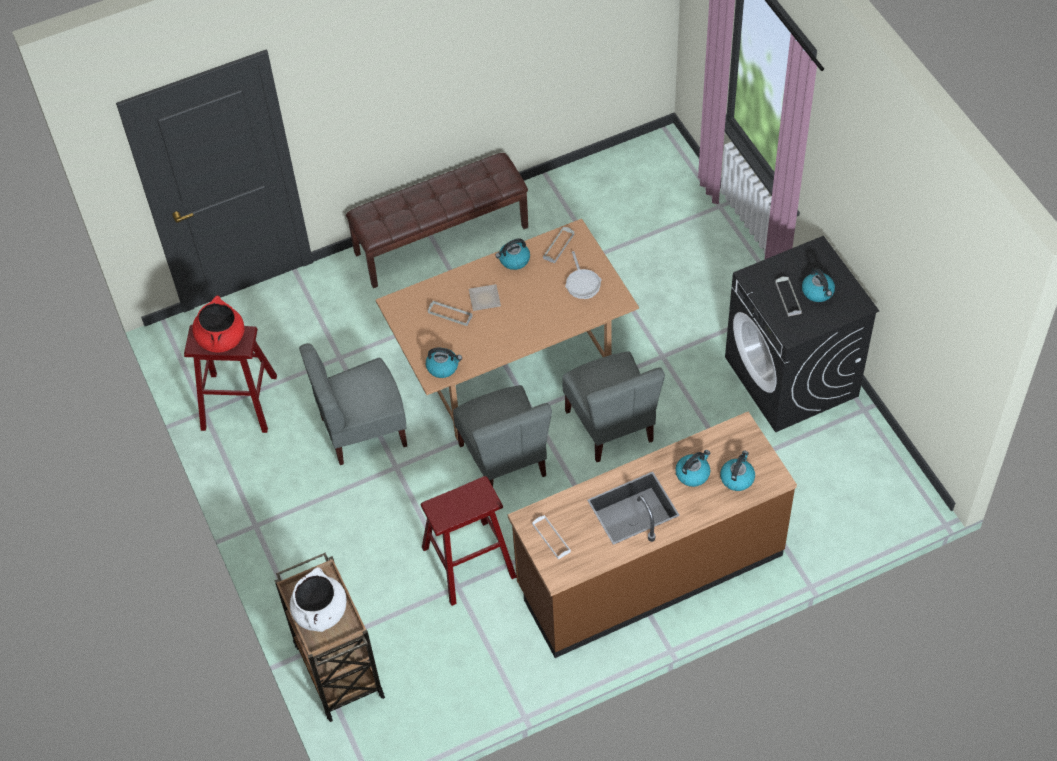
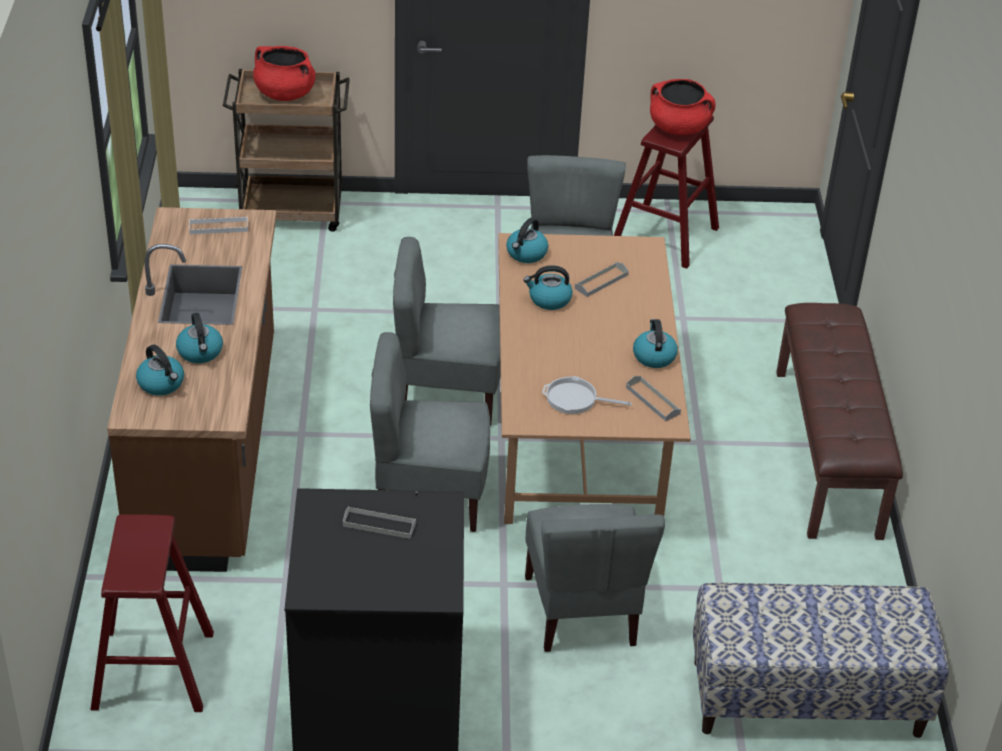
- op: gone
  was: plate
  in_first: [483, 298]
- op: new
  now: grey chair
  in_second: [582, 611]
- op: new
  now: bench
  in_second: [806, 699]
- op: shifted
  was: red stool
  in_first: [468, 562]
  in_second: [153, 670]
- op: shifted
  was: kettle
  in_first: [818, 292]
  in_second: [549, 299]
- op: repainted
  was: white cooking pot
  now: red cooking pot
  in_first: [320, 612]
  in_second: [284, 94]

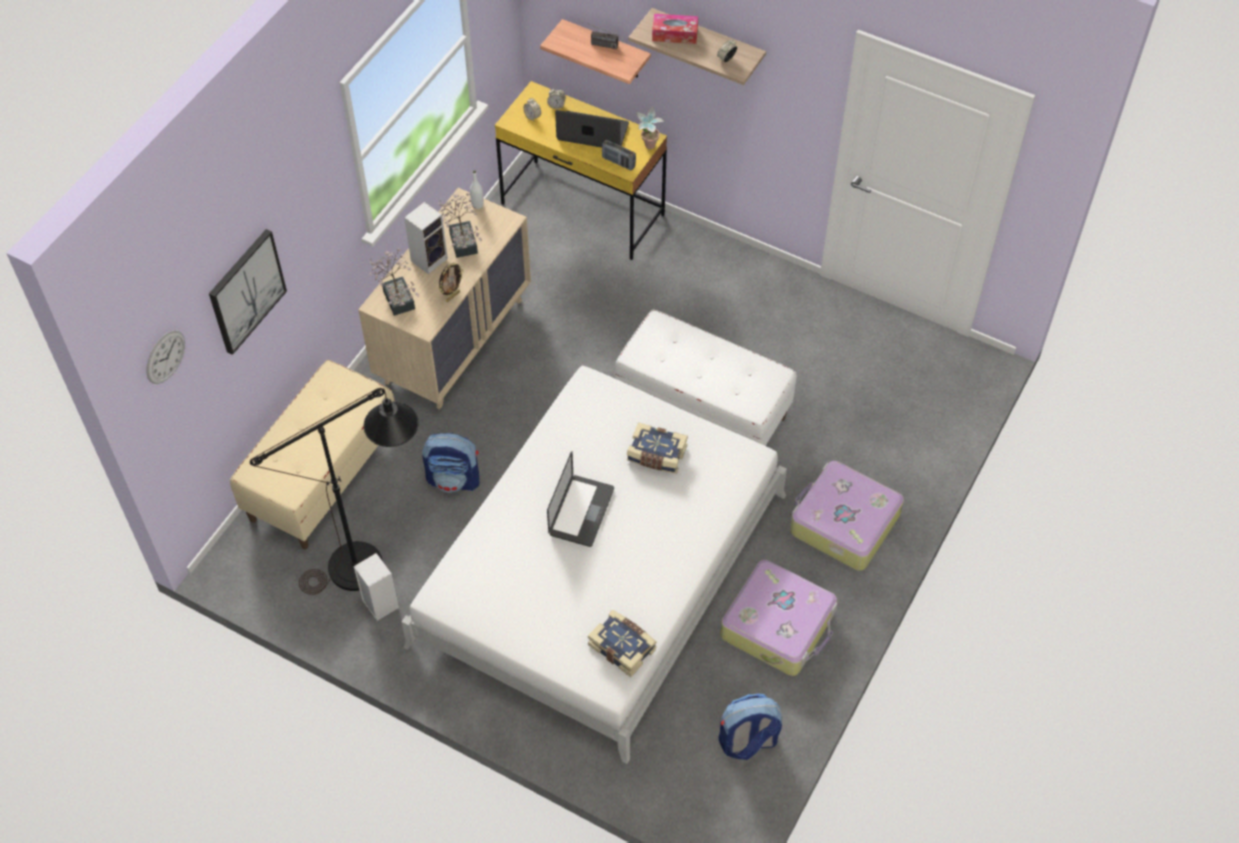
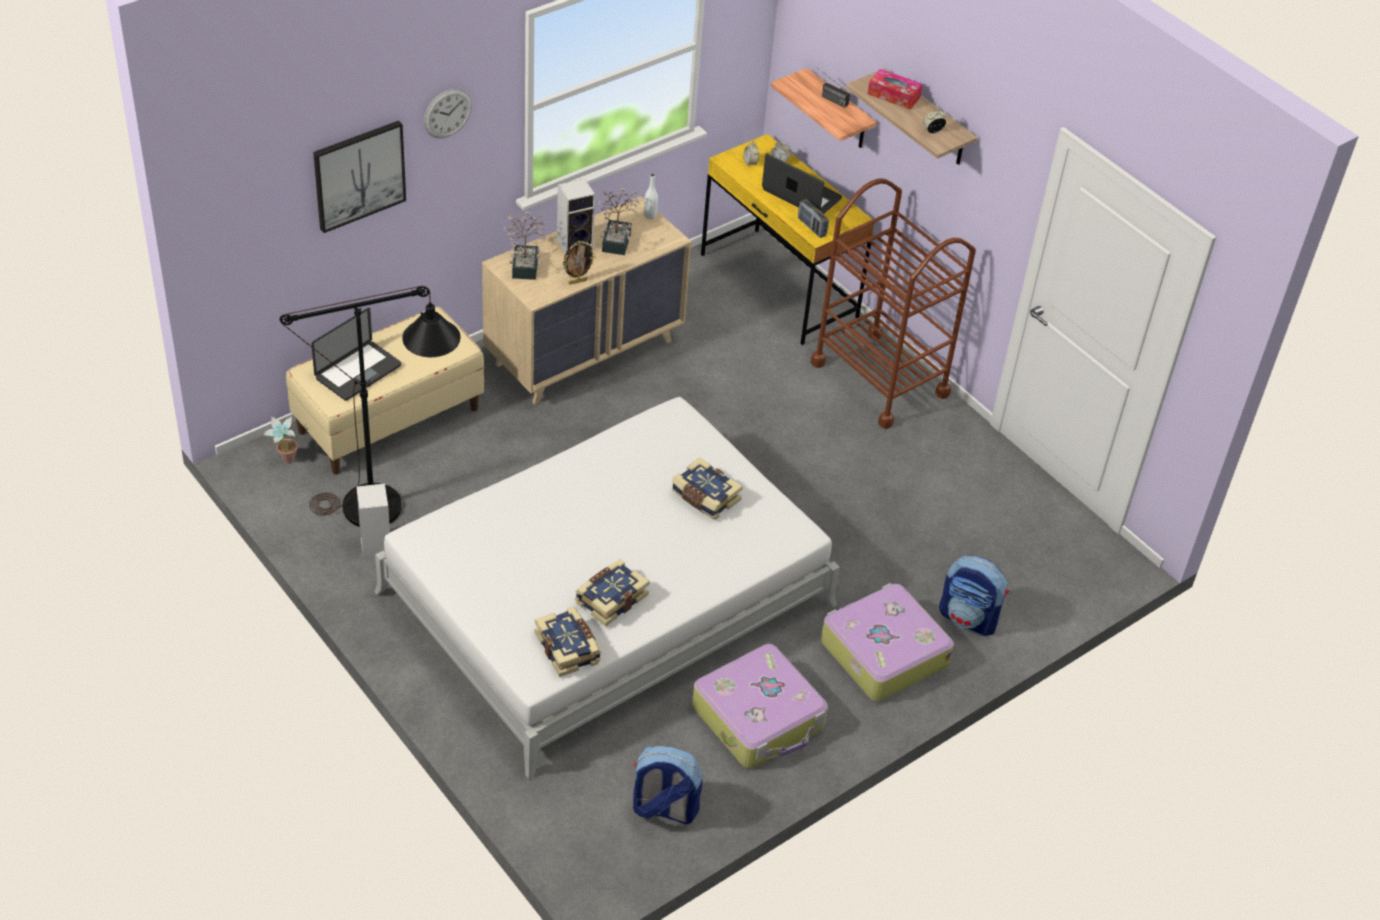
- op: gone
  was: white bench
  in_first: [702, 411]
- op: new
  now: book
  in_second: [610, 598]
- op: new
  now: brown cart
  in_second: [880, 378]
- op: shifted
  was: wall clock
  in_first: [165, 357]
  in_second: [447, 113]
- op: shifted
  was: backpack
  in_first: [454, 479]
  in_second: [969, 618]
- op: shifted
  was: laptop
  in_first: [581, 511]
  in_second: [358, 372]
- op: shifted
  was: potted plant
  in_first: [648, 148]
  in_second: [284, 461]

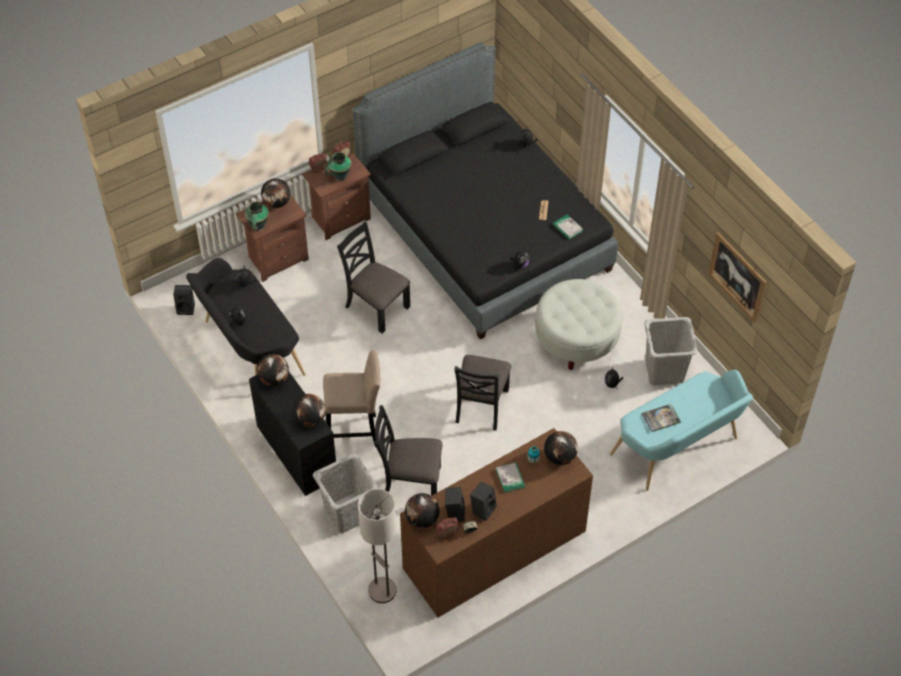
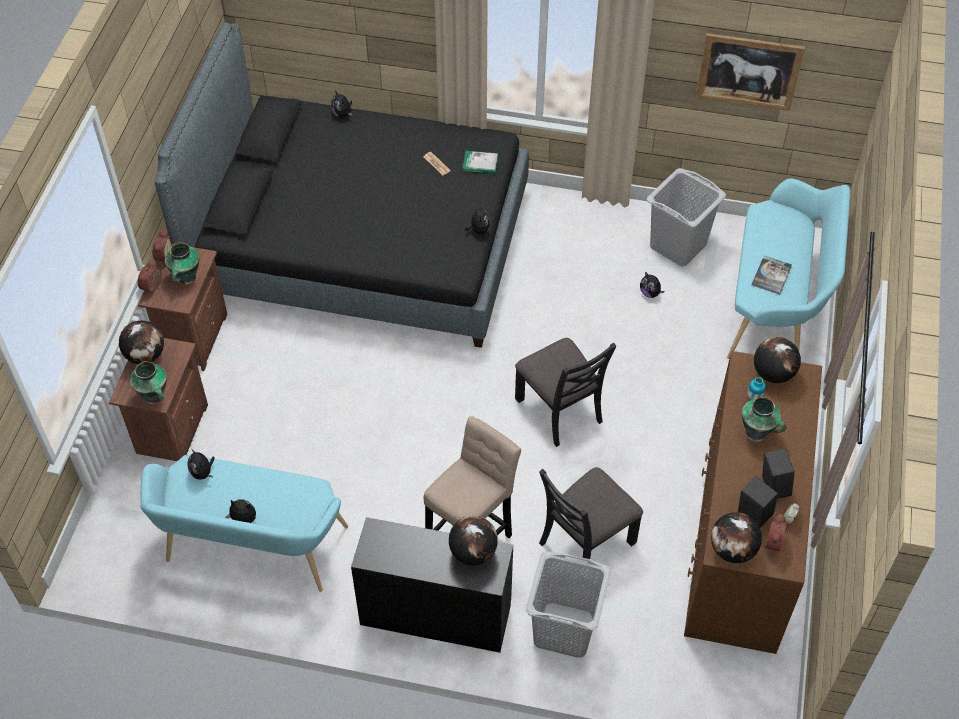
- op: gone
  was: black speaker
  in_first: [186, 308]
- op: gone
  was: globe
  in_first: [274, 379]
- op: gone
  was: black chair
  in_first: [376, 307]
- op: gone
  was: floor lamp
  in_first: [382, 590]
- op: gone
  was: white ottoman
  in_first: [576, 339]
- op: swapped
  was: book
  now: vase
  in_first: [510, 478]
  in_second: [757, 433]
- op: repainted
  was: black bench
  now: turquoise bench
  in_first: [248, 349]
  in_second: [252, 550]

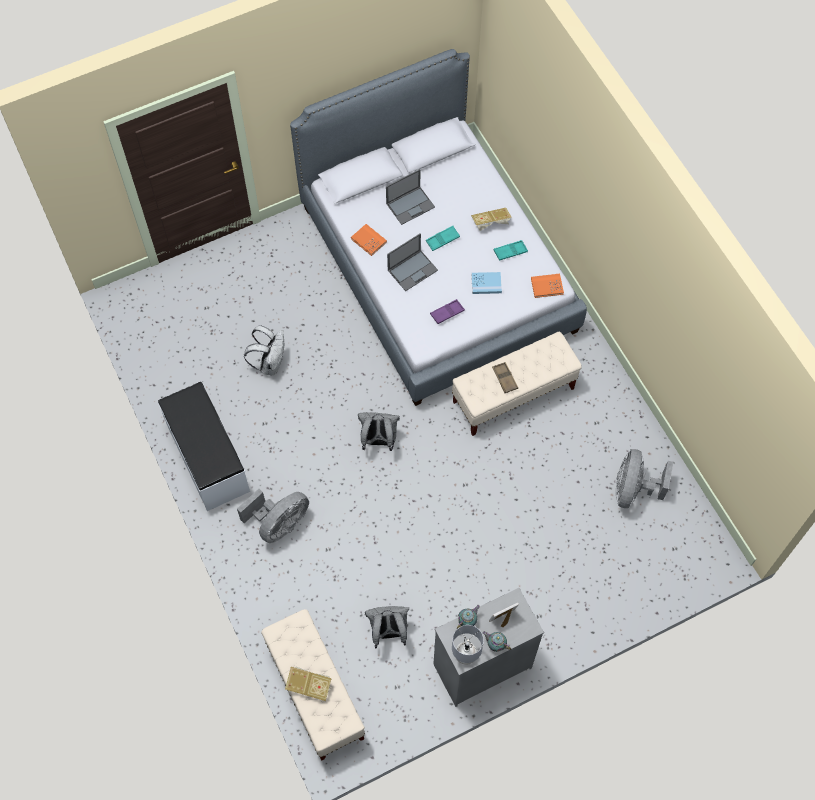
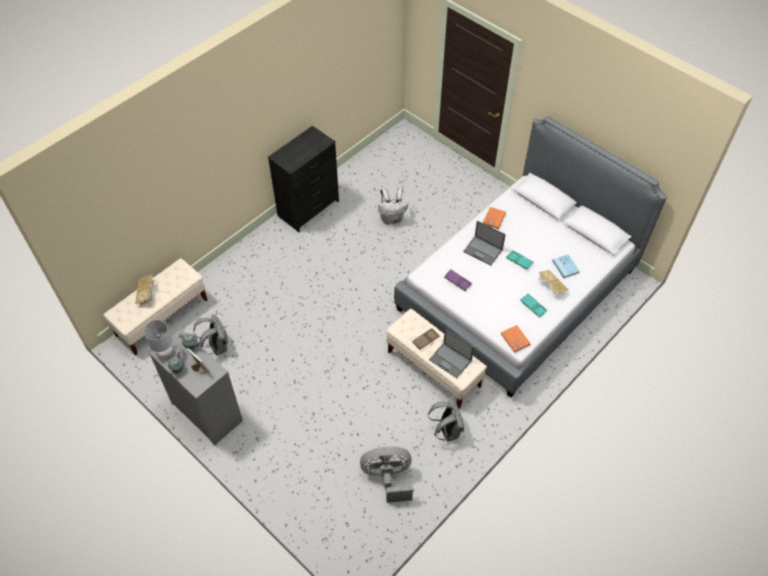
- op: gone
  was: grey fan
  in_first: [279, 524]
- op: shifted
  was: grey backpack
  in_first: [378, 440]
  in_second: [447, 430]
- op: shifted
  was: laptop
  in_first: [410, 205]
  in_second: [450, 360]
- op: shifted
  was: blue book
  in_first: [486, 284]
  in_second: [565, 267]
- op: swapped
  was: white bench
  now: black dresser
  in_first: [207, 458]
  in_second: [308, 209]

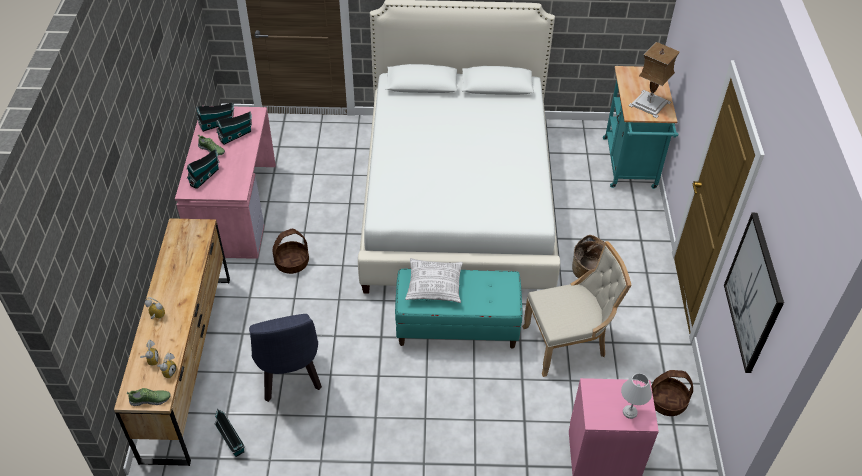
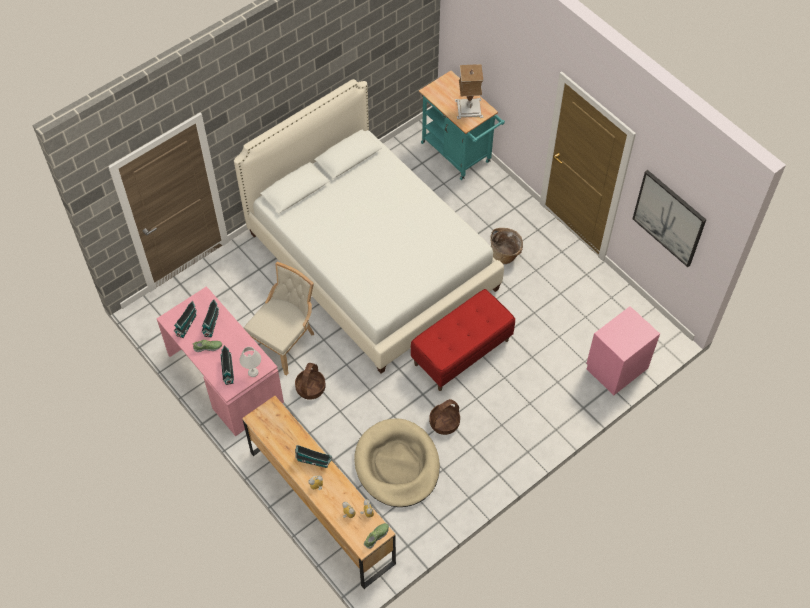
- op: gone
  was: pillow
  in_first: [434, 286]
- op: shifted
  was: toy house
  in_first: [232, 442]
  in_second: [314, 461]
- op: shifted
  was: beige chair
  in_first: [568, 343]
  in_second: [285, 341]
- op: shifted
  was: white table lamp
  in_first: [630, 412]
  in_second: [253, 372]
- op: shifted
  was: basket
  in_first: [667, 401]
  in_second: [444, 422]
- op: swapped
  was: blue chair
  now: beige dog bed
  in_first: [290, 380]
  in_second: [397, 465]
- op: repainted
  was: turquoise bench
  now: red bench
  in_first: [457, 326]
  in_second: [461, 351]

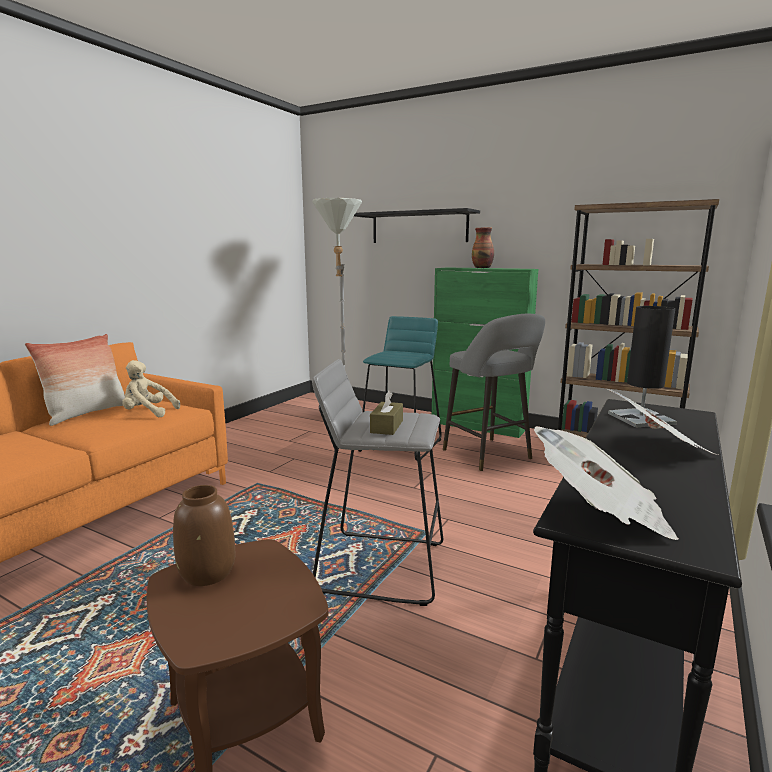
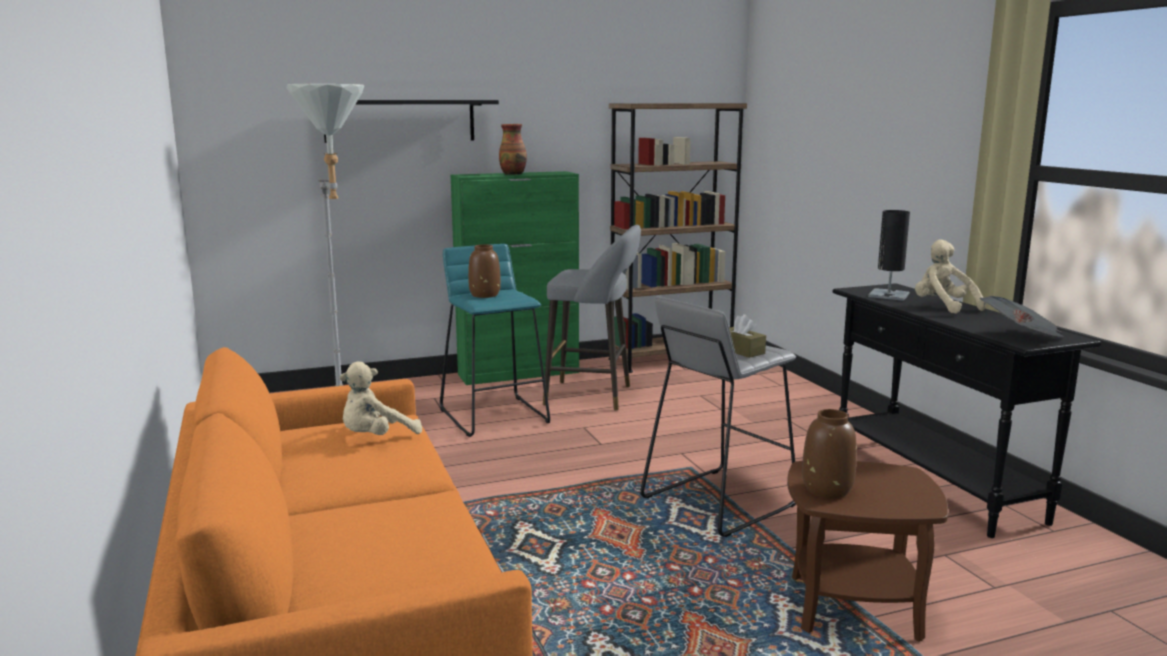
- op: gone
  was: pillow
  in_first: [87, 413]
- op: new
  now: brown vase
  in_second: [484, 295]
- op: swapped
  was: newspaper
  now: beige plush toy
  in_first: [656, 447]
  in_second: [943, 307]

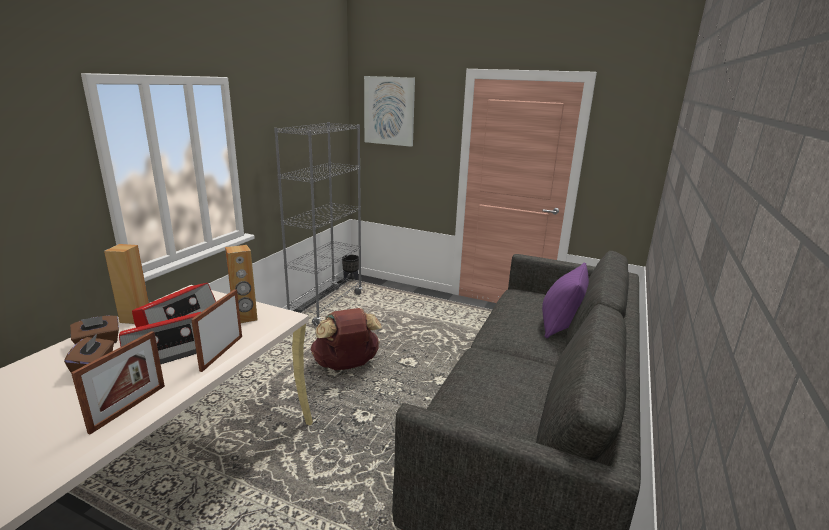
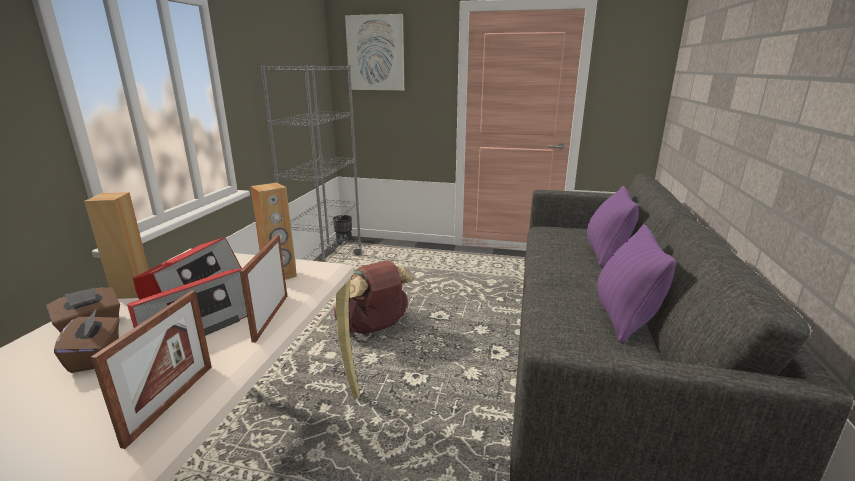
- op: new
  now: purple pillow
  in_second: [624, 318]

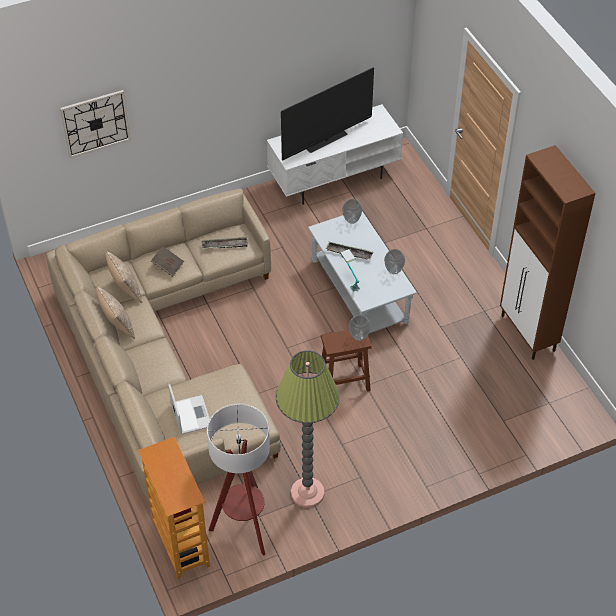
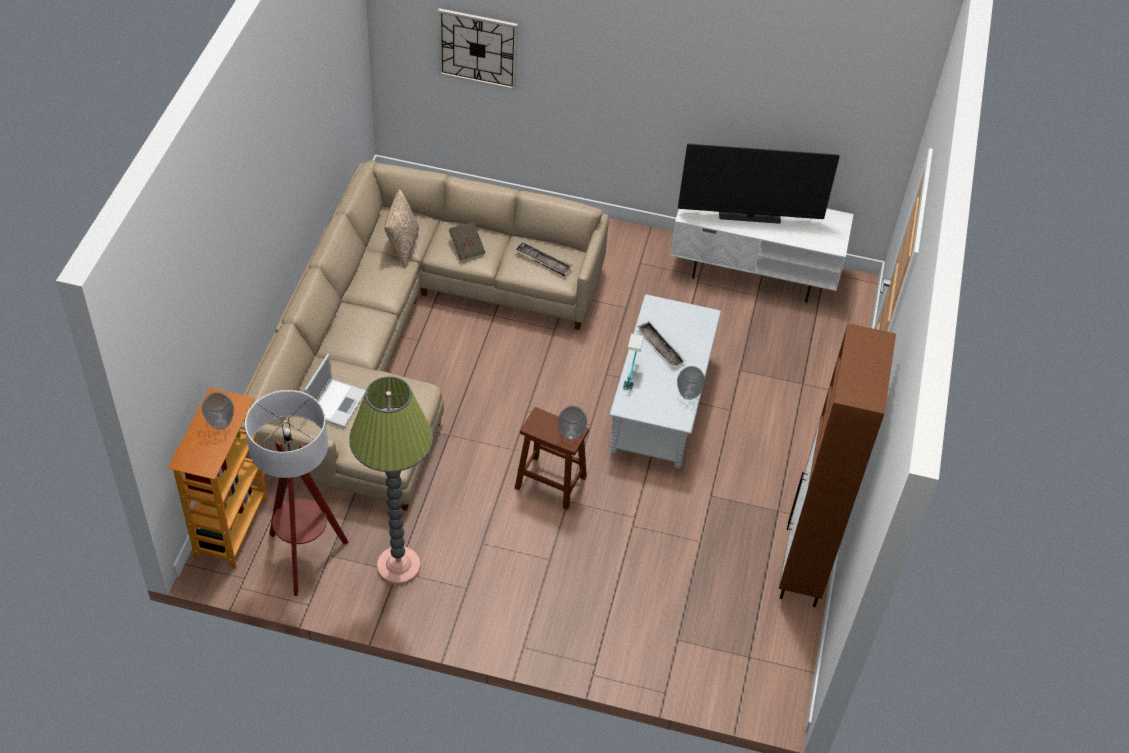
- op: gone
  was: pillow
  in_first: [117, 326]
- op: shifted
  was: vase
  in_first: [352, 220]
  in_second: [221, 424]

